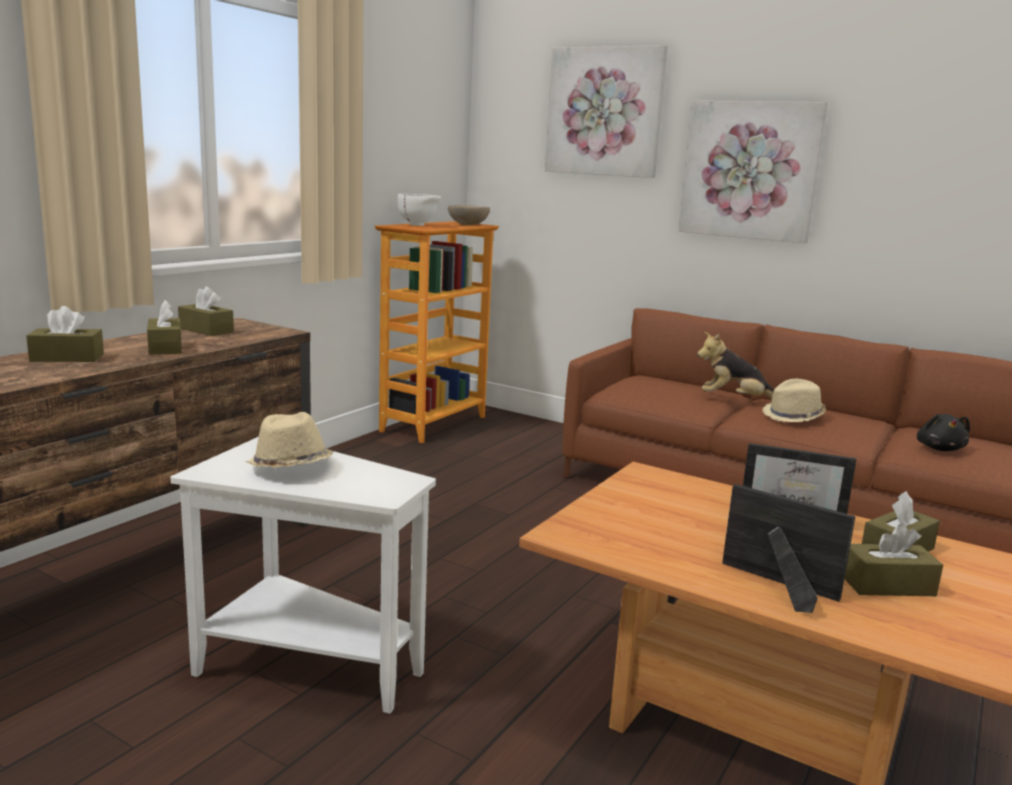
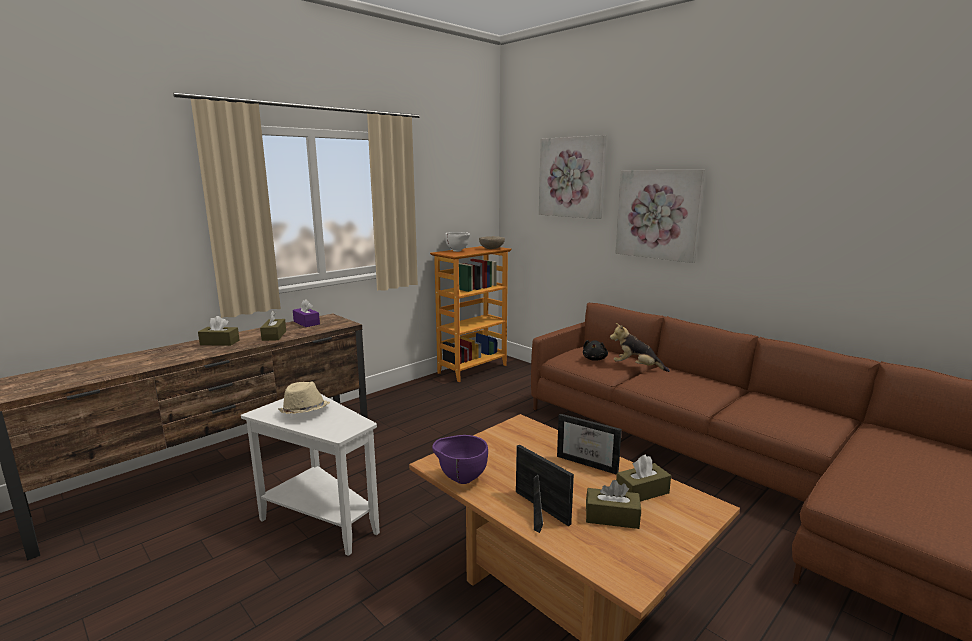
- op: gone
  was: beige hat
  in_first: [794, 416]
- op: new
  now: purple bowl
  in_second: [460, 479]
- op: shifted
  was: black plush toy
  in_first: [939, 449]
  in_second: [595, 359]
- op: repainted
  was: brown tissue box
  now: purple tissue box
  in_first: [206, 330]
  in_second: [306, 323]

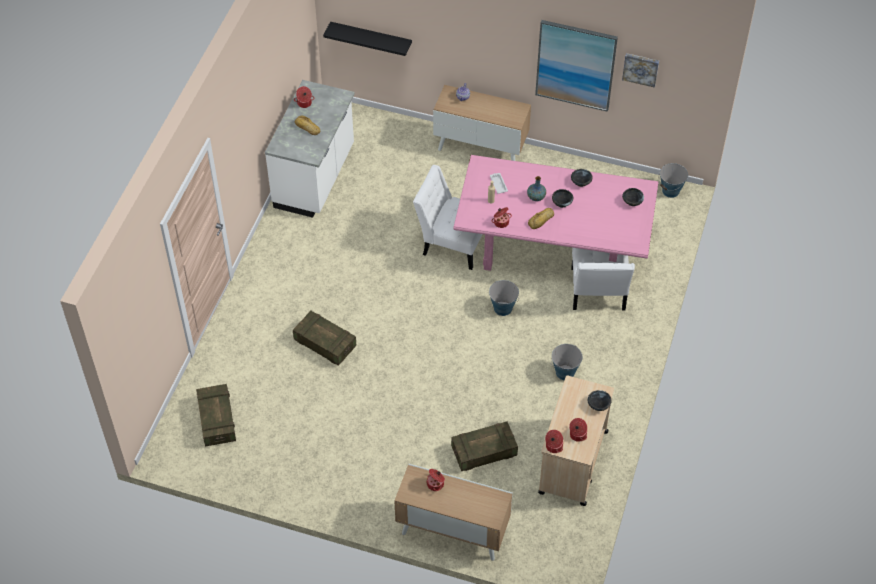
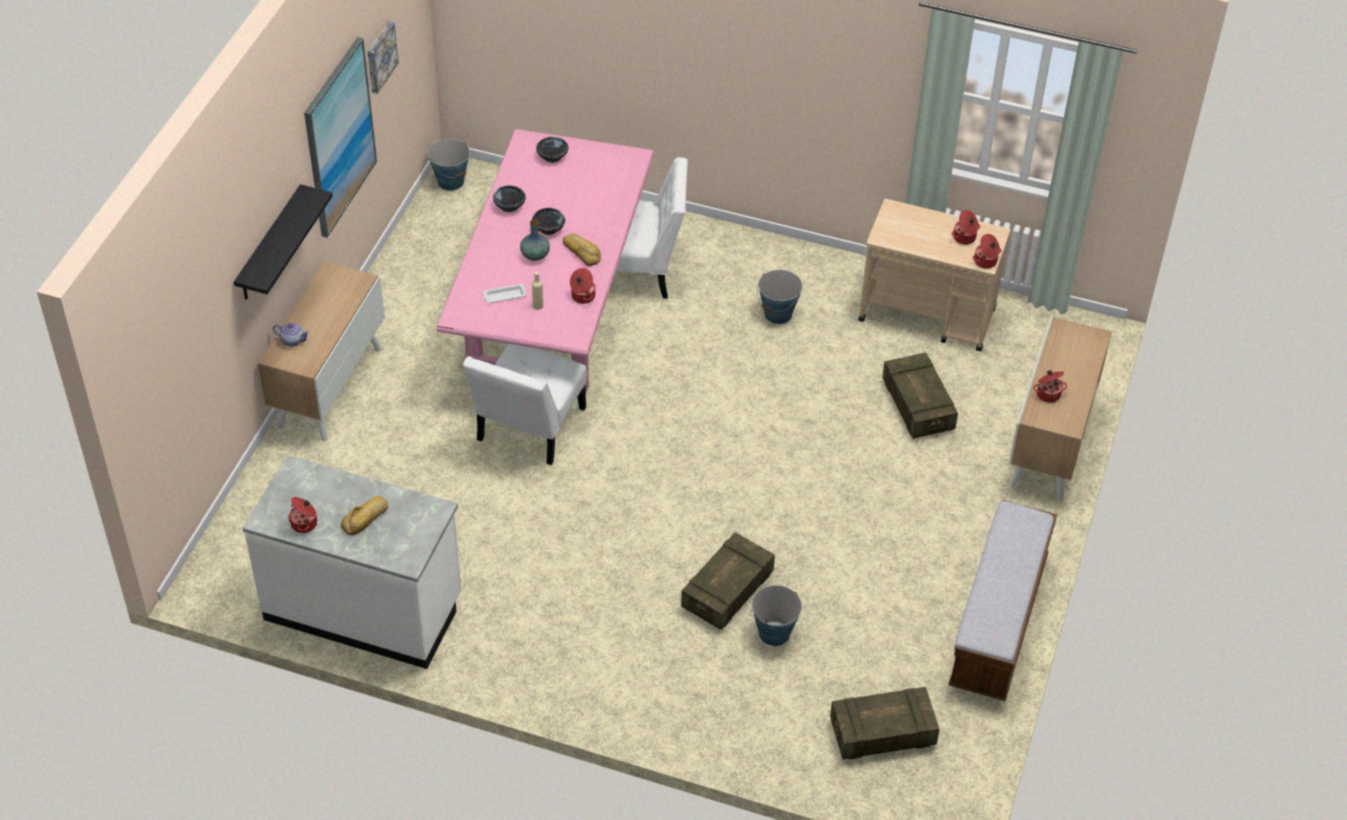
- op: gone
  was: black bowl
  in_first: [598, 405]
- op: new
  now: bench
  in_second: [998, 622]
- op: shifted
  was: black shelf
  in_first: [371, 38]
  in_second: [269, 245]
- op: shifted
  was: bucket
  in_first: [502, 308]
  in_second: [774, 633]

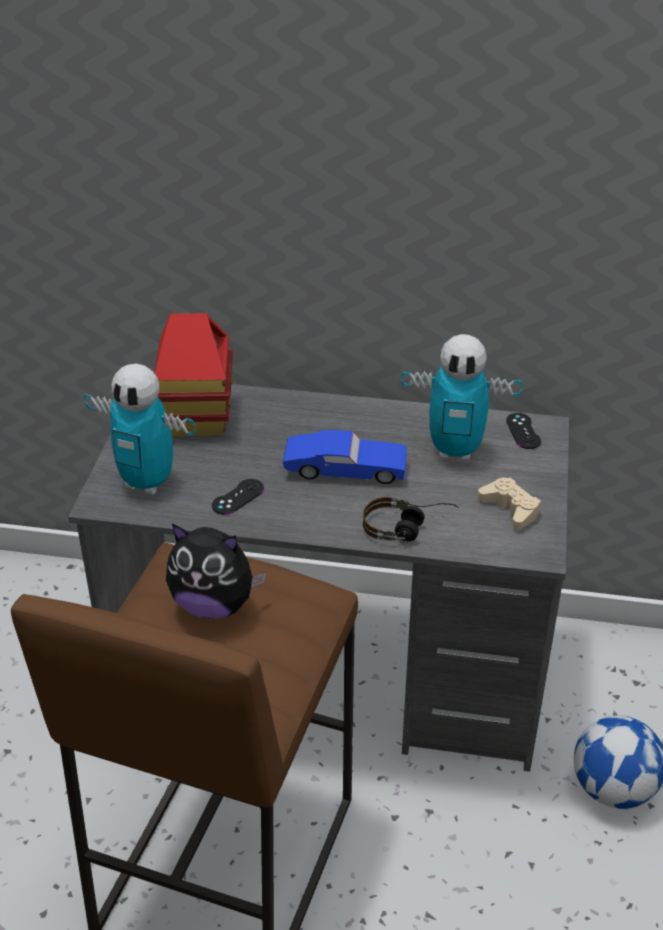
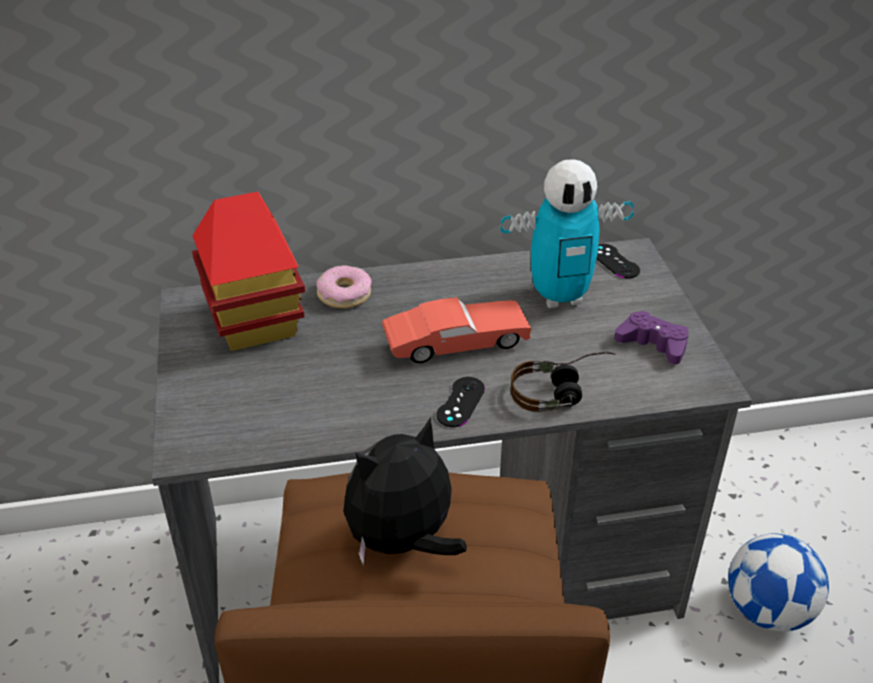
- op: gone
  was: toy robot
  in_first: [147, 483]
- op: new
  now: donut
  in_second: [344, 294]
- op: shifted
  was: black game controller
  in_first: [238, 497]
  in_second: [460, 402]
- op: repainted
  was: blue toy car
  now: red toy car
  in_first: [345, 471]
  in_second: [456, 344]
- op: repainted
  was: beige game controller
  now: purple game controller
  in_first: [510, 509]
  in_second: [653, 344]
- op: rotated
  was: plush toy
  in_first: [214, 605]
  in_second: [403, 542]
  clockwise: 150

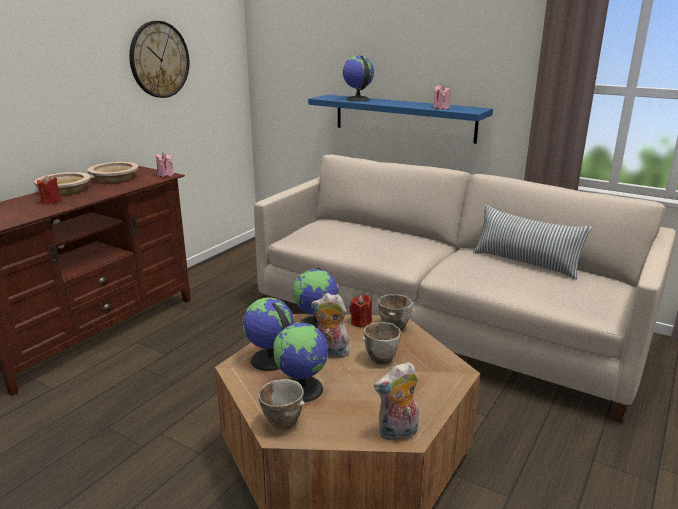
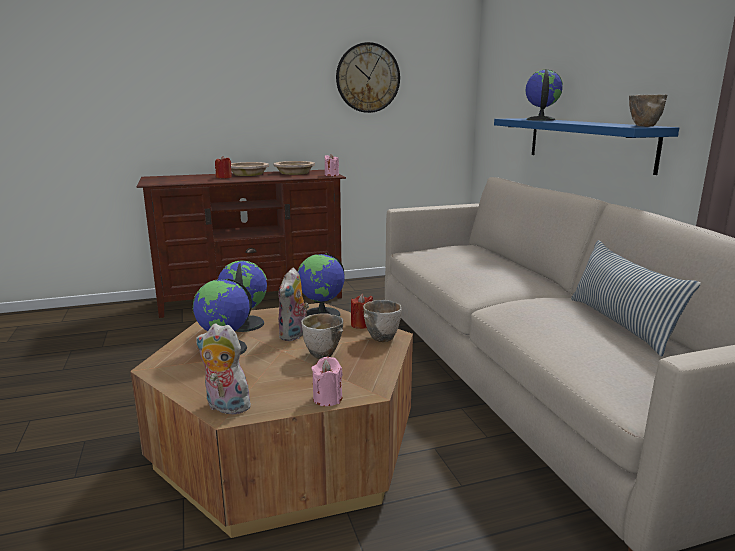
- op: shifted
  was: bowl
  in_first: [281, 423]
  in_second: [643, 126]
- op: shifted
  was: pink candle
  in_first: [441, 108]
  in_second: [327, 398]
- op: rotated
  was: plush toy
  in_first: [330, 352]
  in_second: [294, 335]
  clockwise: -135

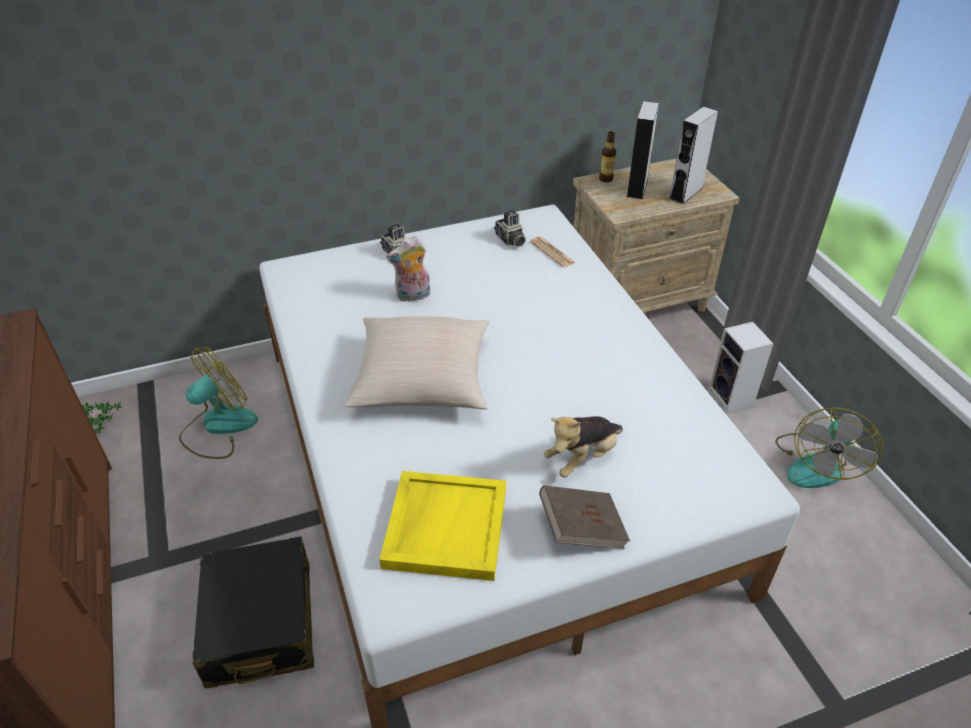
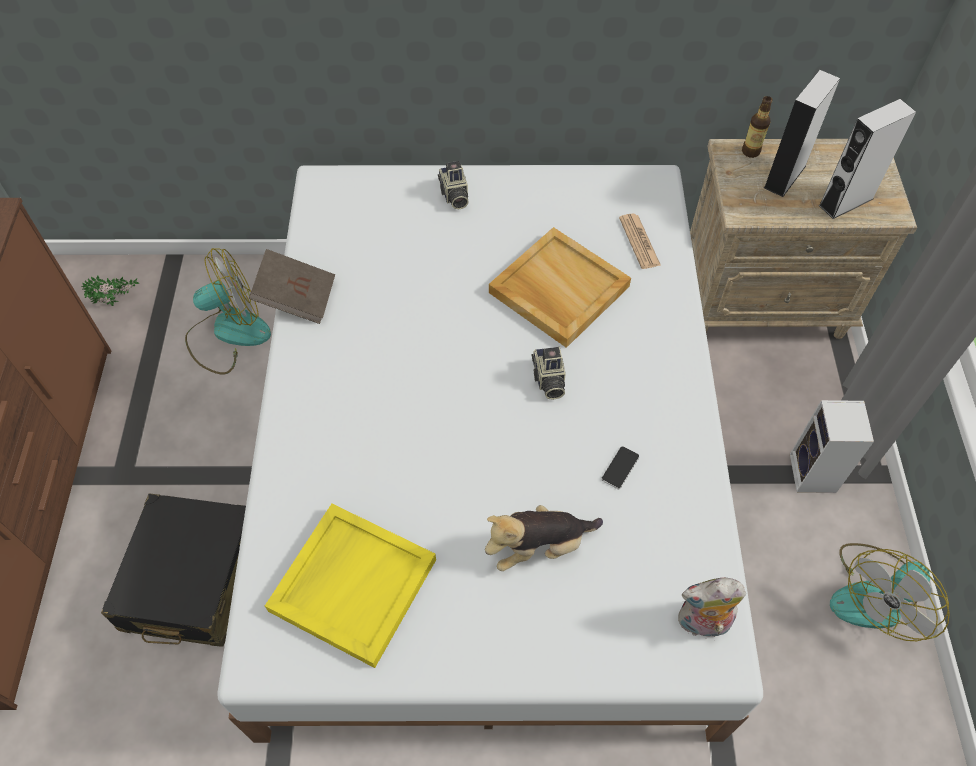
- op: gone
  was: beige pillow
  in_first: [422, 379]
- op: new
  now: beige tray
  in_second: [557, 289]
- op: new
  now: phone
  in_second: [620, 468]
- op: shifted
  was: plush toy
  in_first: [413, 296]
  in_second: [702, 623]
- op: shifted
  was: photo camera
  in_first: [510, 240]
  in_second: [548, 380]
- op: shifted
  was: brown book
  in_first: [581, 529]
  in_second: [296, 298]

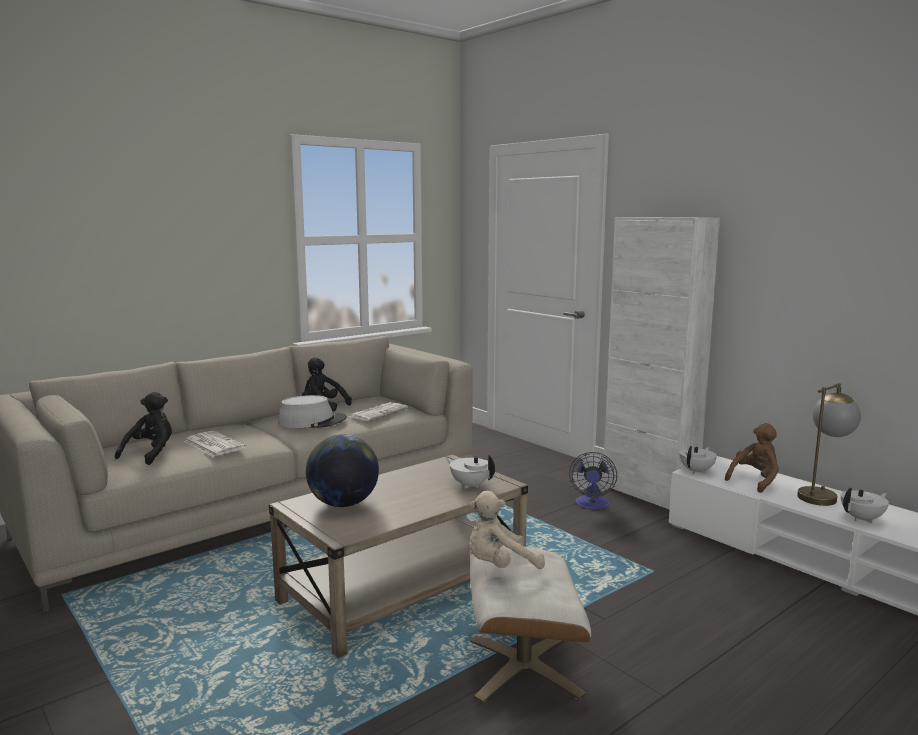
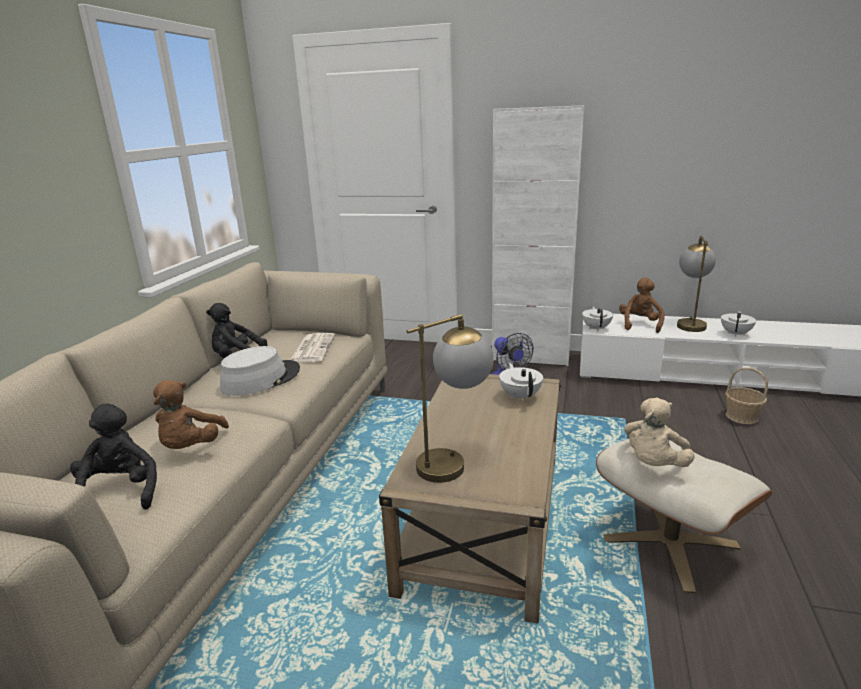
- op: new
  now: basket
  in_second: [741, 416]
- op: swapped
  was: newspaper
  now: brown plush toy
  in_first: [213, 444]
  in_second: [191, 447]
- op: swapped
  was: globe
  now: table lamp
  in_first: [343, 504]
  in_second: [454, 461]
- op: rotated
  was: white teapot
  in_first: [470, 485]
  in_second: [520, 396]
  clockwise: 75

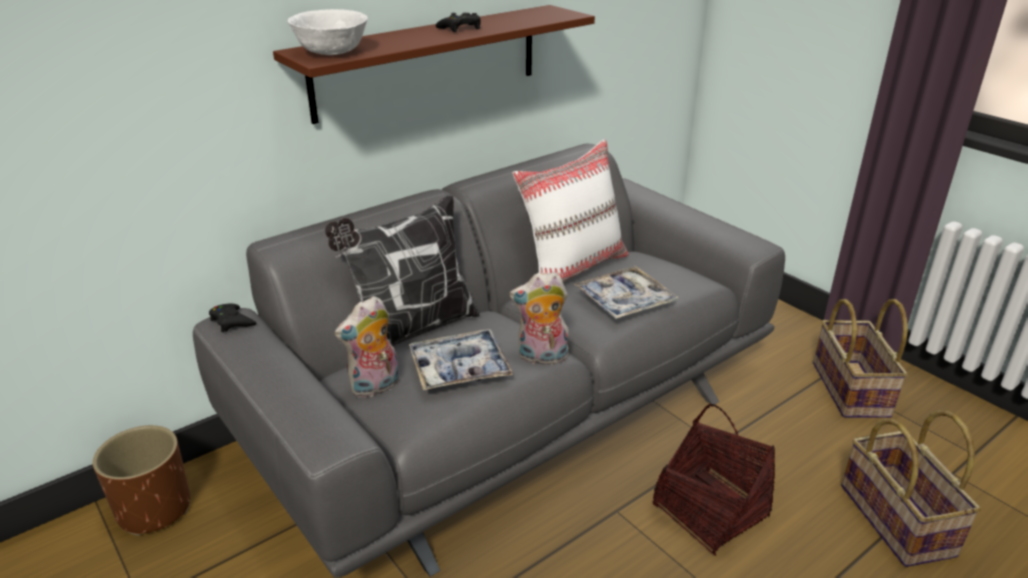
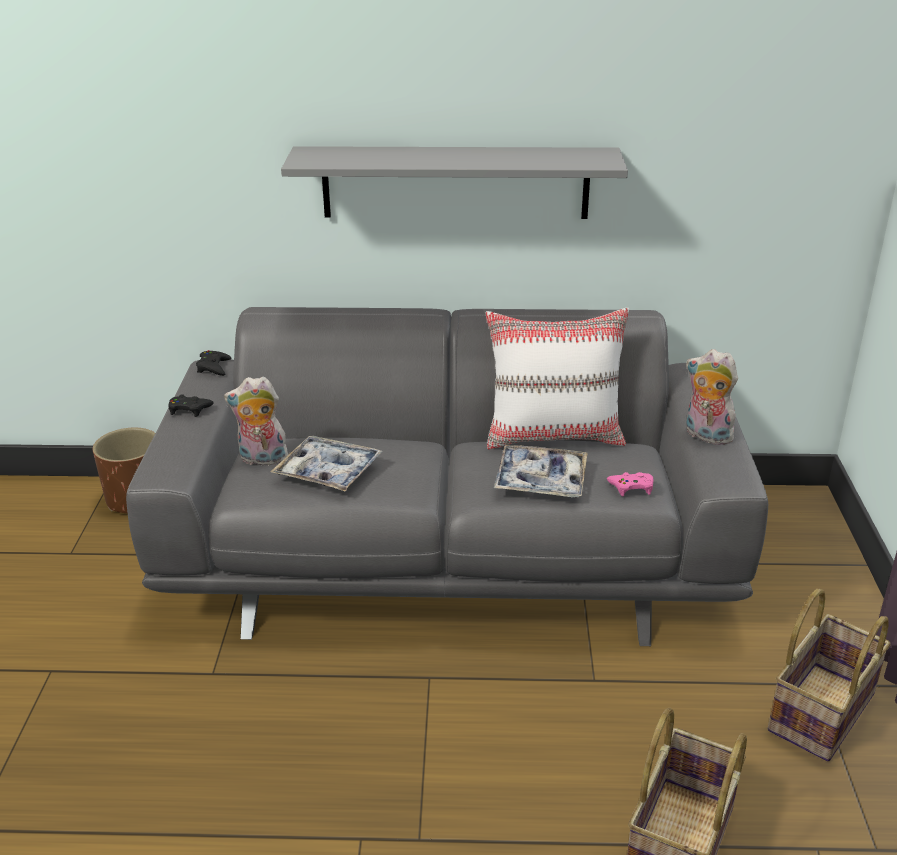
- op: gone
  was: white bowl
  in_first: [332, 53]
- op: gone
  was: pillow
  in_first: [412, 329]
- op: gone
  was: basket
  in_first: [710, 510]
- op: new
  now: pink game controller
  in_second: [631, 487]
- op: shifted
  was: black game controller
  in_first: [460, 28]
  in_second: [189, 409]
- op: shifted
  was: plush toy
  in_first: [541, 358]
  in_second: [705, 436]
- op: repainted
  was: brown shelf
  now: grey shelf
  in_first: [428, 61]
  in_second: [455, 182]

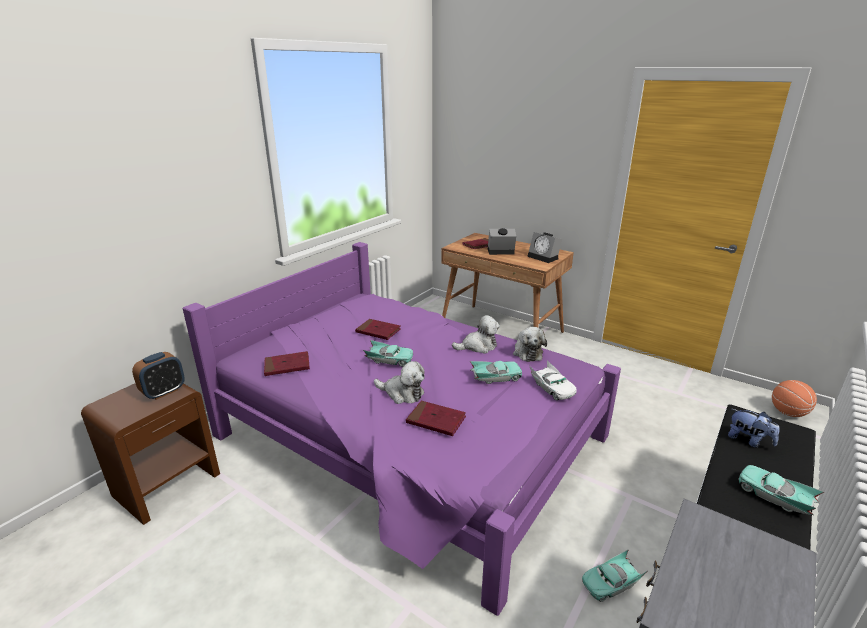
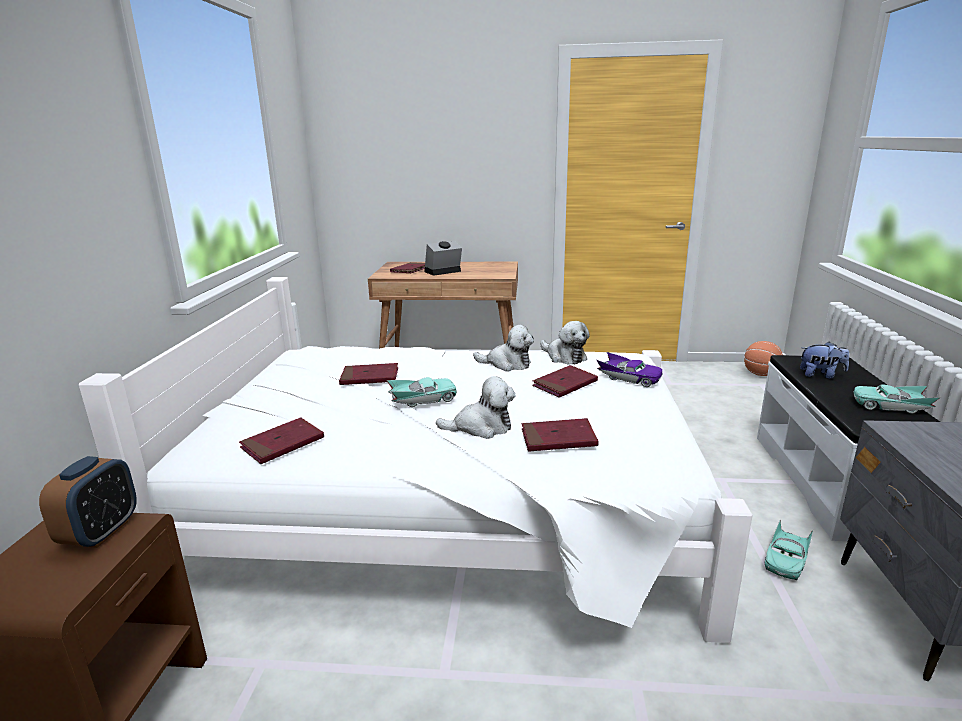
- op: gone
  was: alarm clock
  in_first: [544, 257]
- op: swapped
  was: turquoise toy car
  now: red book
  in_first: [496, 377]
  in_second: [565, 384]
- op: repainted
  was: purple bed
  now: white bed
  in_first: [411, 438]
  in_second: [454, 507]
- op: repainted
  was: white toy car
  now: purple toy car
  in_first: [552, 388]
  in_second: [629, 378]
- op: rotated
  was: plush toy
  in_first: [478, 346]
  in_second: [507, 364]
  clockwise: 60

